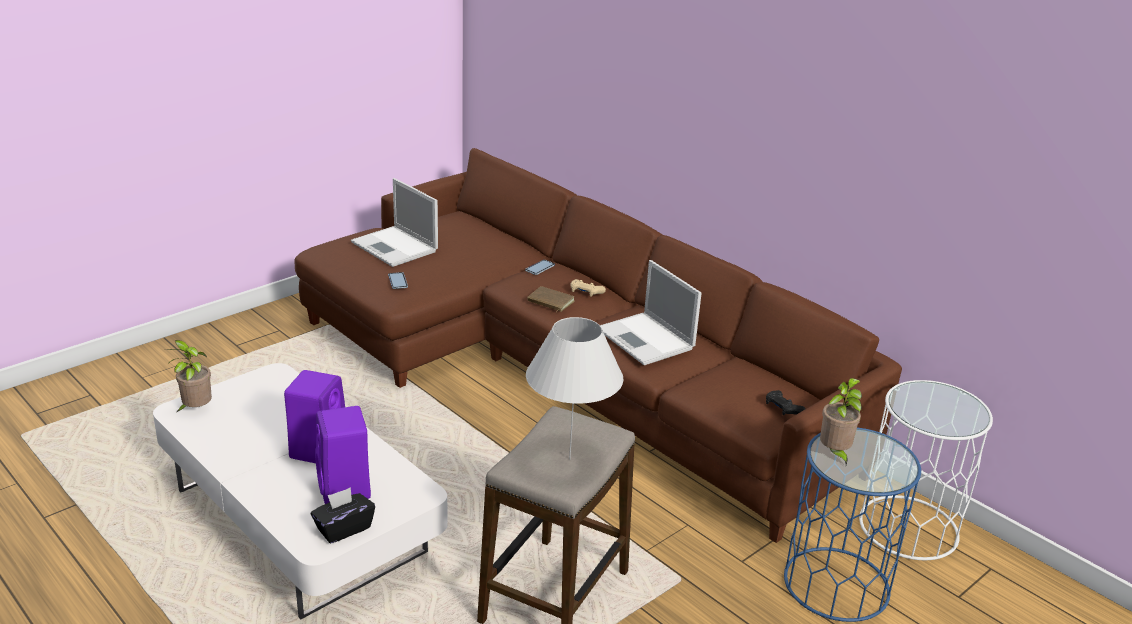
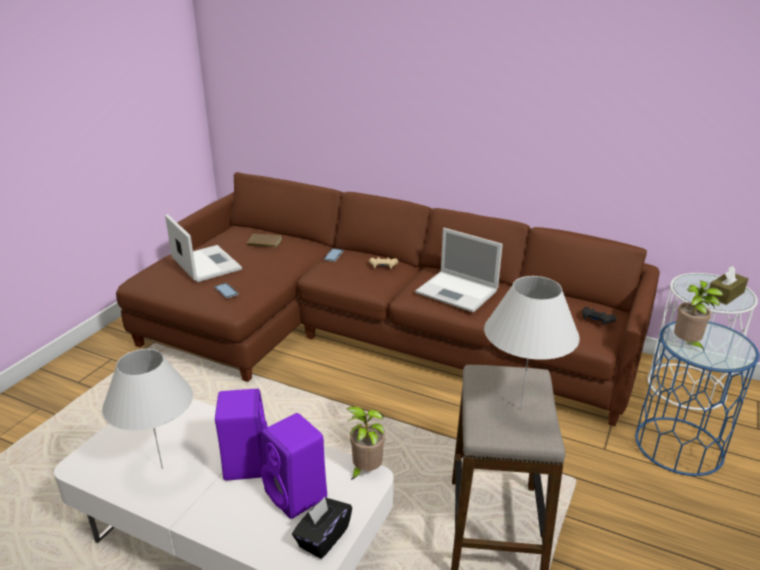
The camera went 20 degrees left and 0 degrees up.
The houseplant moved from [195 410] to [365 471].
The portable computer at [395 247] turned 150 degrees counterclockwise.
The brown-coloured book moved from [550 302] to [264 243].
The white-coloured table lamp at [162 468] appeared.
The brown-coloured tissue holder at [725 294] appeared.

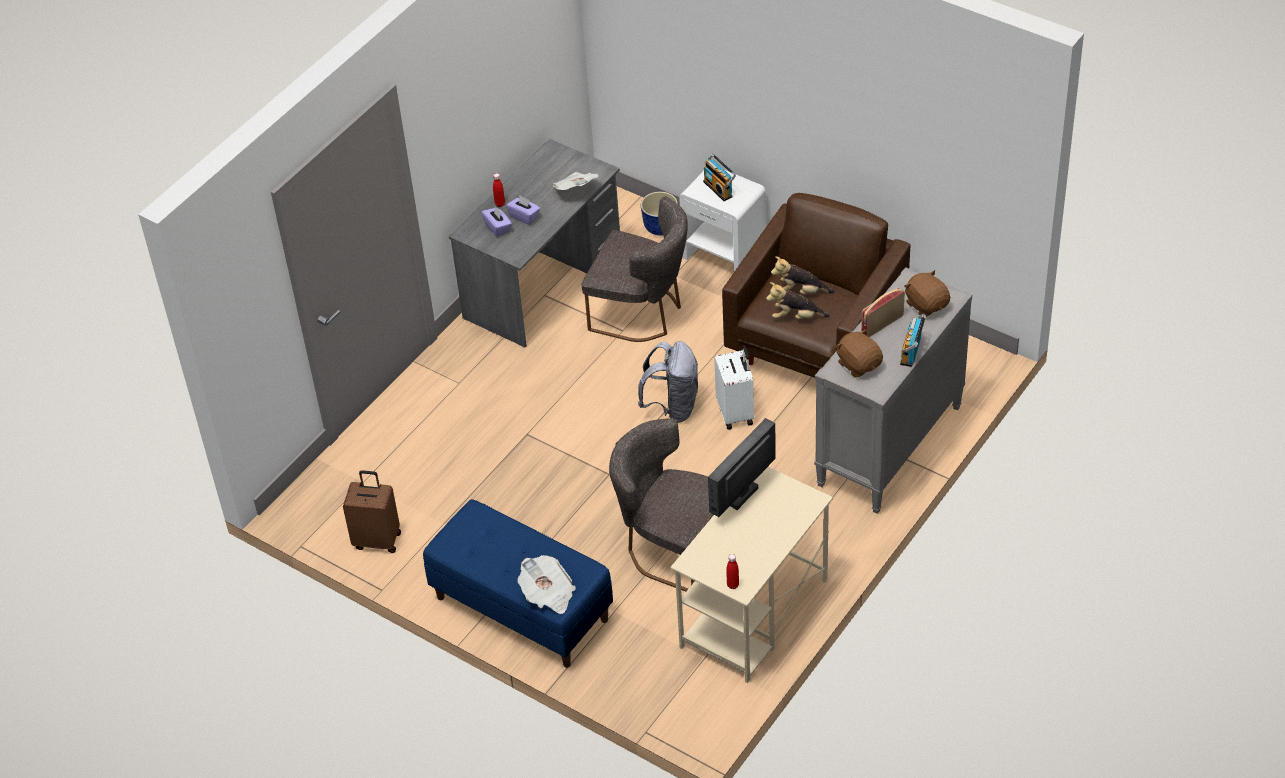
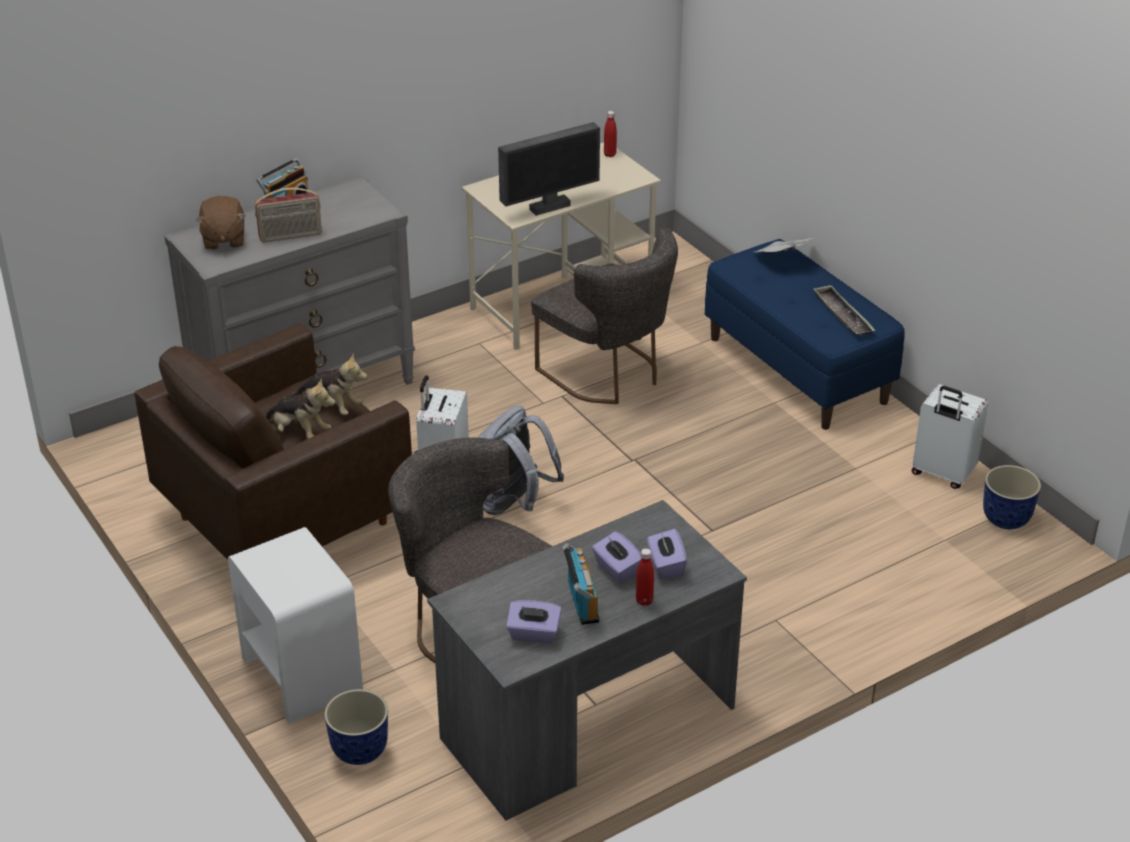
The camera went 160 degrees left and 10 degrees down.
The brown-coloured piece of luggage at [378 540] became the white-coloured piece of luggage at [942 474].
The newspaper at [576 190] disappeared.
The radio set moved from [719 188] to [580 603].
The brown-coloured cuddly toy at [859 364] disappeared.
The purple tissue holder at [533 634] appeared.
The tray at [842 315] appeared.
The planter at [1006 520] appeared.

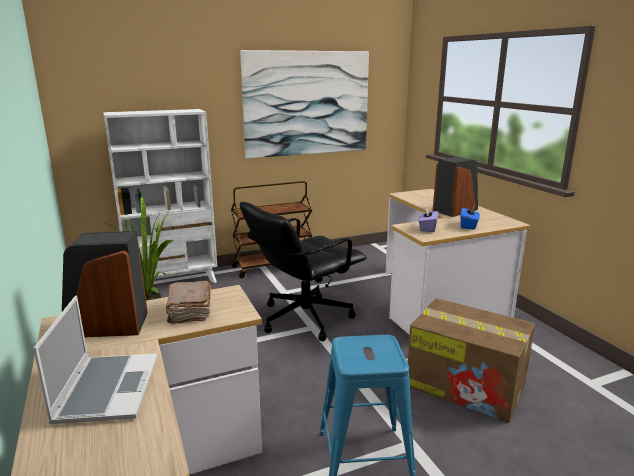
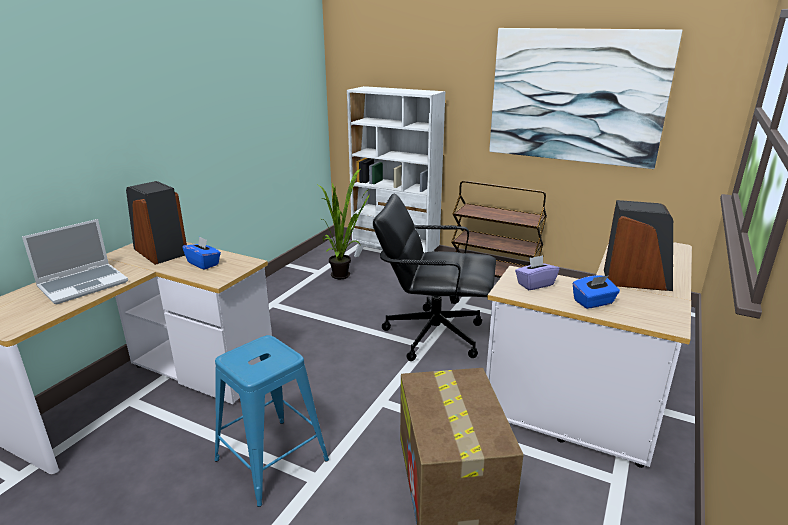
The camera went 50 degrees right and 5 degrees up.
The brown-coloured book at [189 311] was replaced by the blue-coloured tissue holder at [203 263].

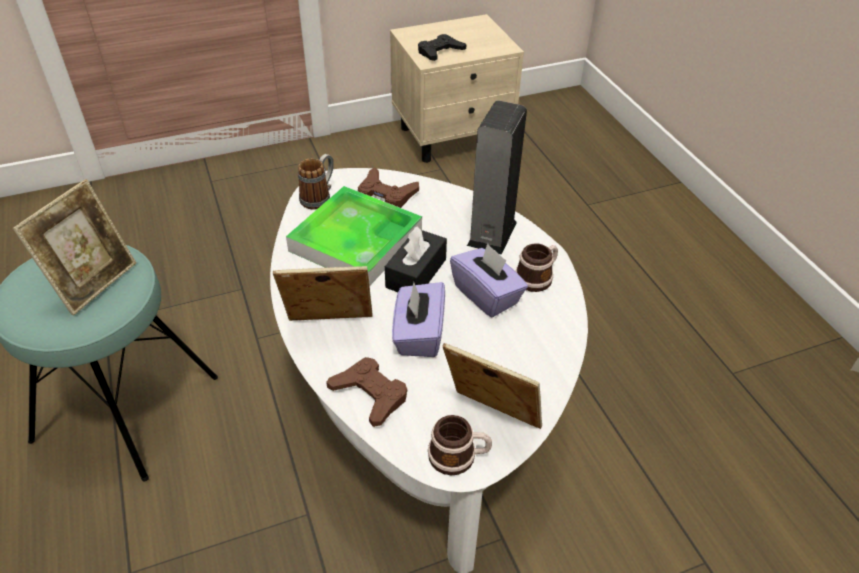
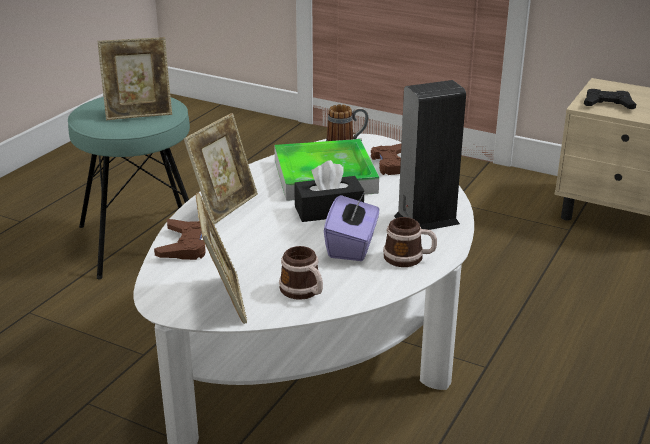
The camera went 50 degrees right and 15 degrees down.
The picture frame at [329 329] turned 75 degrees clockwise.
The purple tissue holder at [418 335] disappeared.
The mug moved from [458 456] to [304 292].

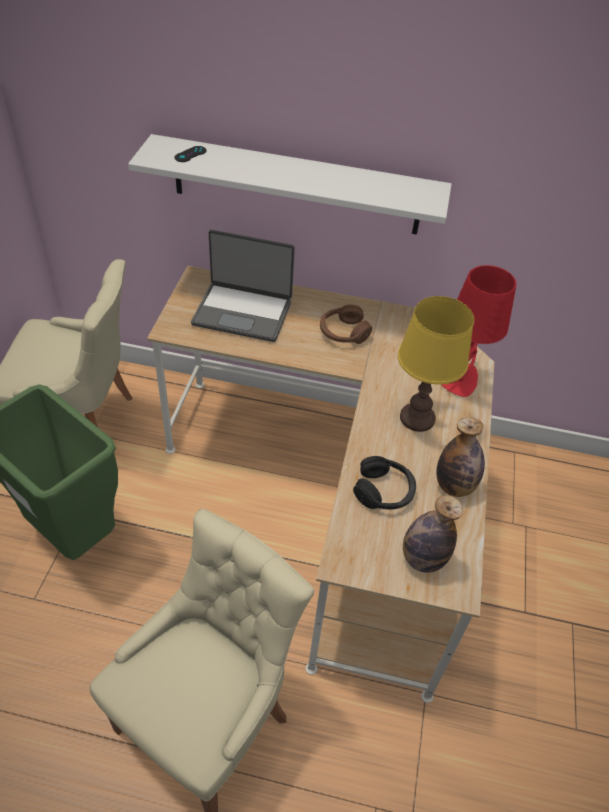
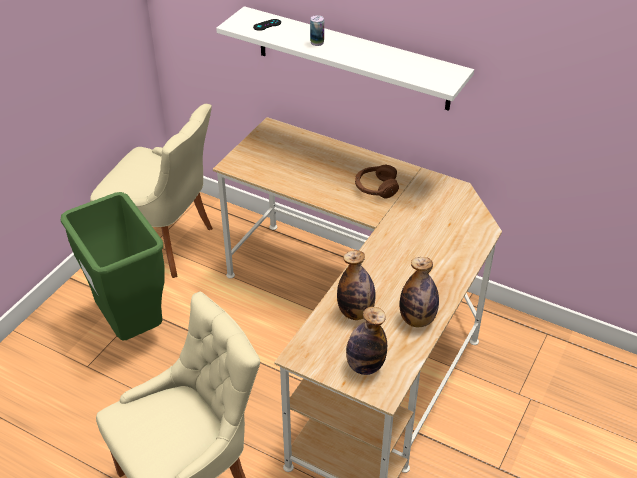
The camera went 20 degrees right and 5 degrees down.
The portable computer at [243 312] disappeared.
The blackish pair of headphones at [384 491] was replaced by the bottle at [355 312].
The yellowish table lamp at [417 418] disappeared.
The red-coloured table lamp at [459 380] disappeared.
The sealed can at [317 42] appeared.

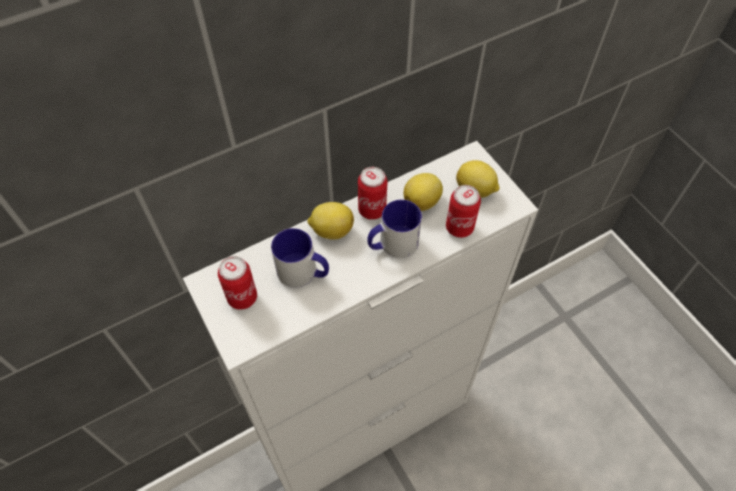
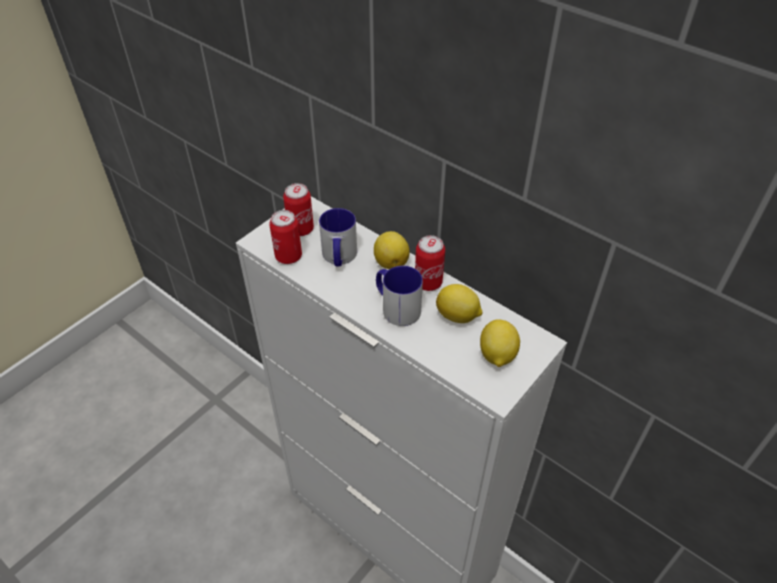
The camera went 70 degrees right and 10 degrees down.
The sealed can moved from [459 227] to [288 256].

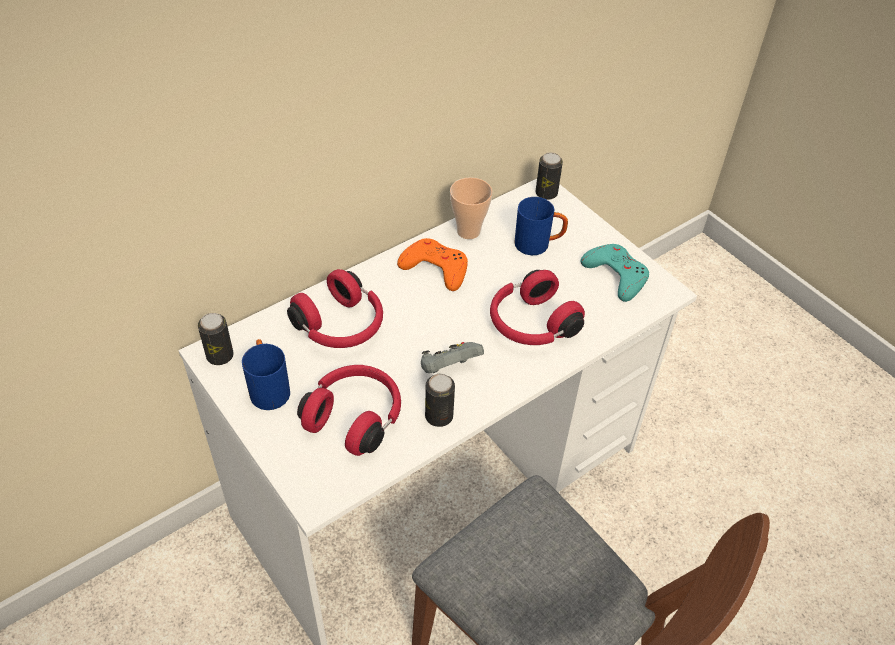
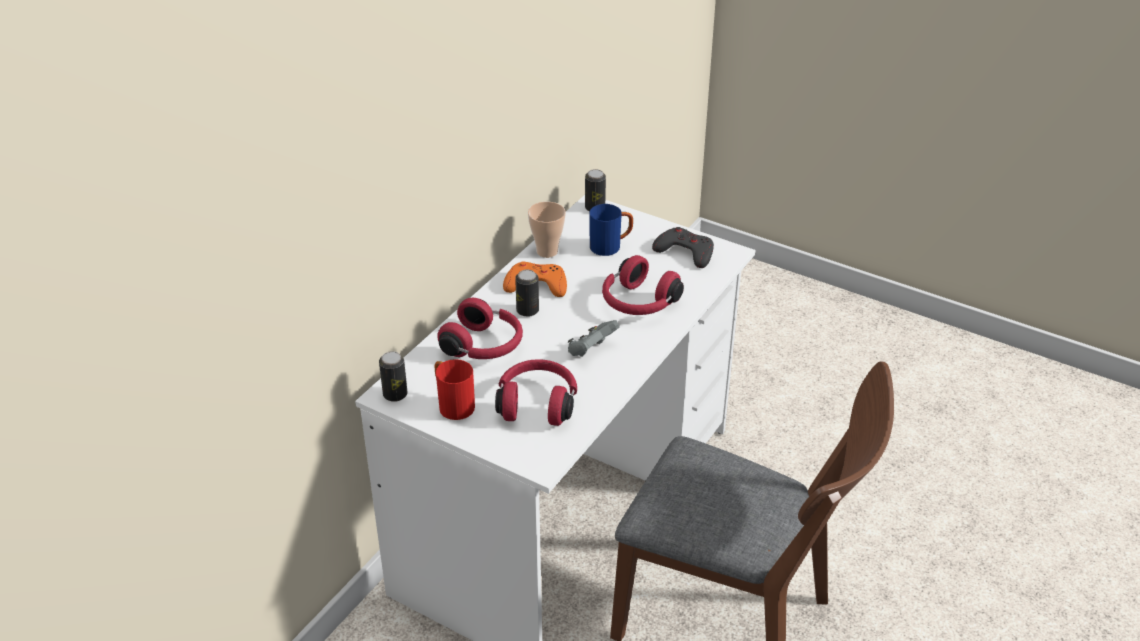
The camera went 20 degrees left and 10 degrees down.
The blue-coloured mug at [268 388] became the red-coloured mug at [452 404].
The sealed can moved from [439 416] to [527 310].
The blue-green gamepad at [616 275] became the gray gamepad at [685 252].

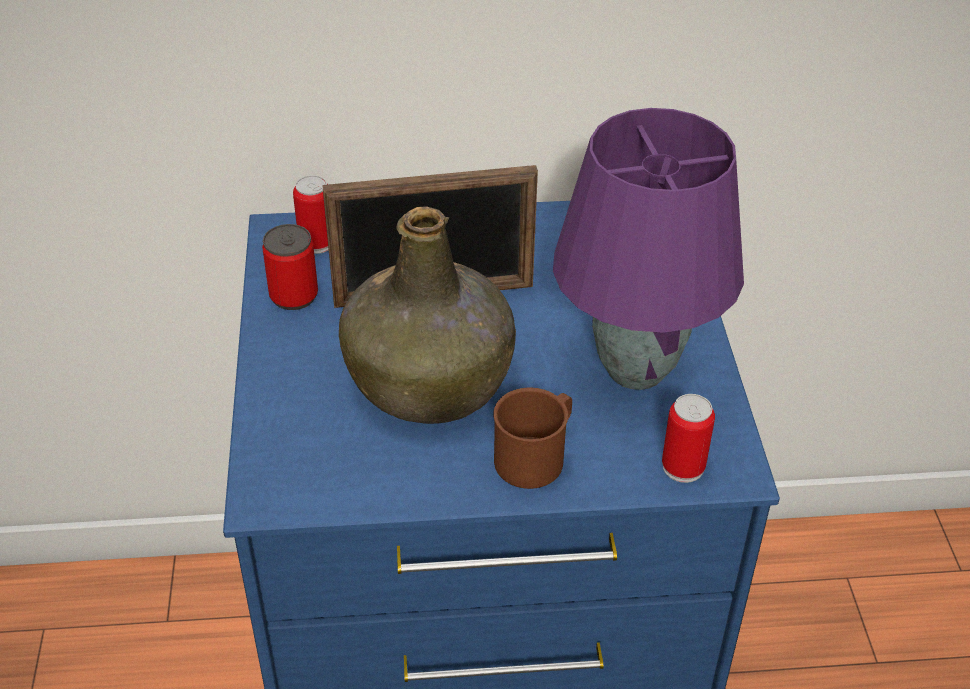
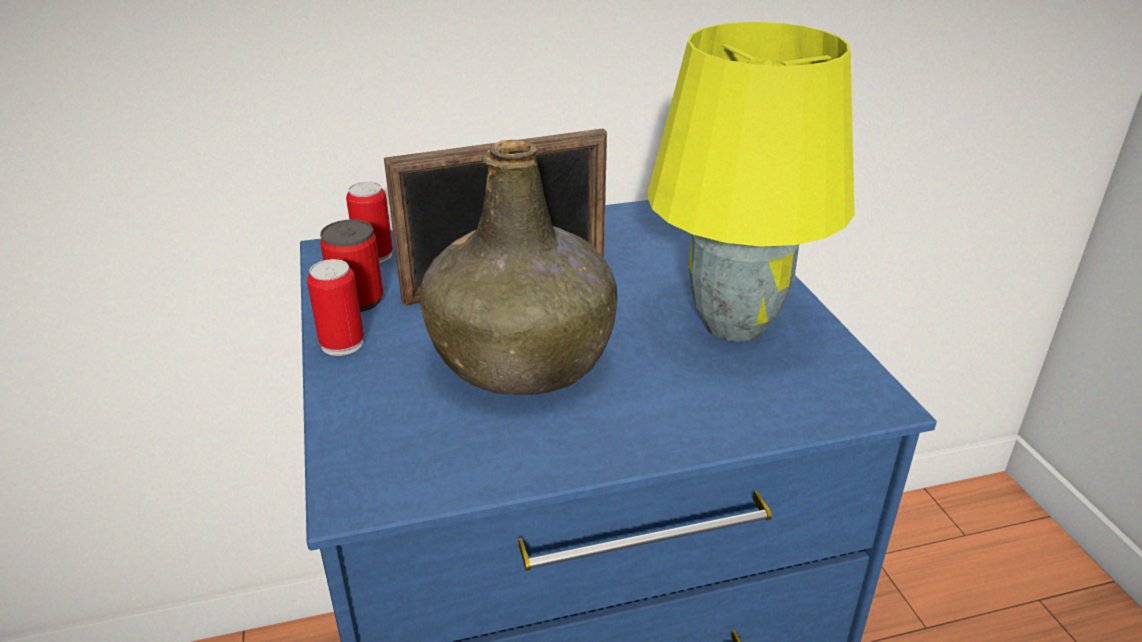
The camera went 10 degrees left and 10 degrees down.
The brown-coloured mug at [536 456] disappeared.
The purple table lamp at [635 368] became the yellowish table lamp at [733 323].
The sealed can moved from [683 467] to [342 343].

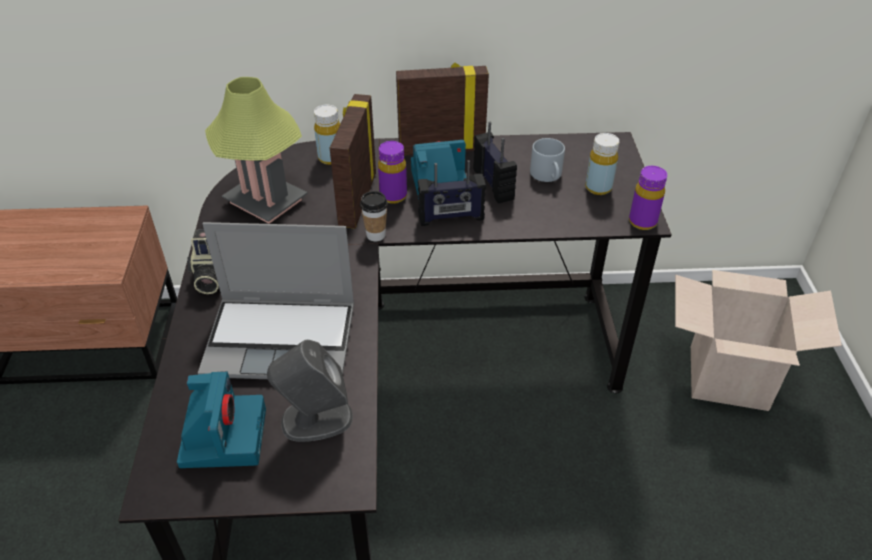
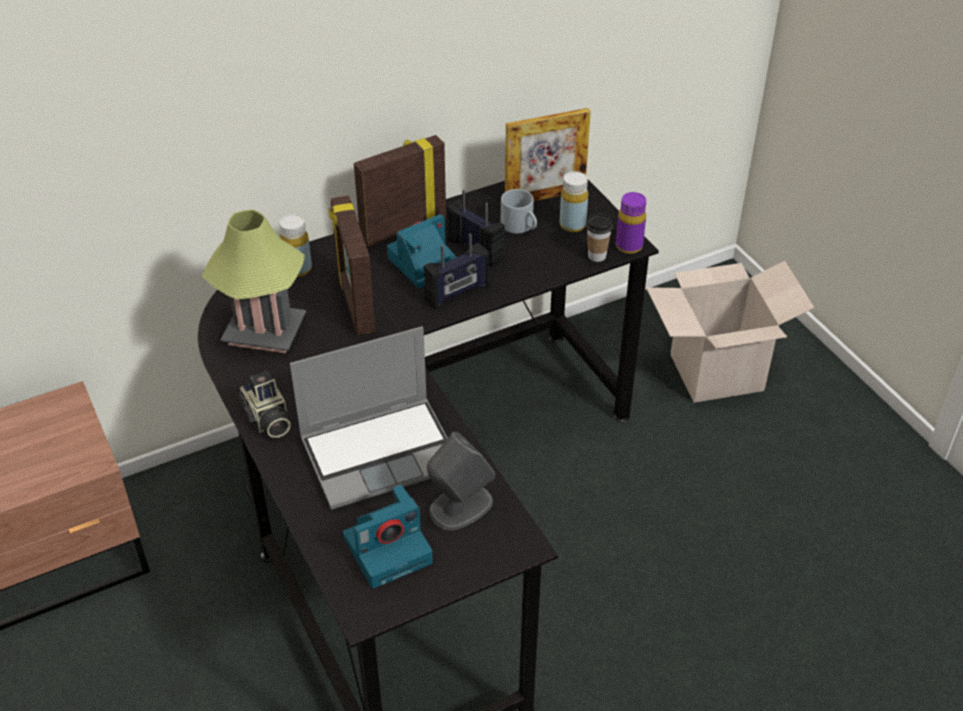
The camera went 25 degrees left and 0 degrees up.
The photo camera at [223 435] turned 90 degrees clockwise.
The drinking cup moved from [376 235] to [597 256].
The purple bottle at [393 196] disappeared.
The picture frame at [545 196] appeared.

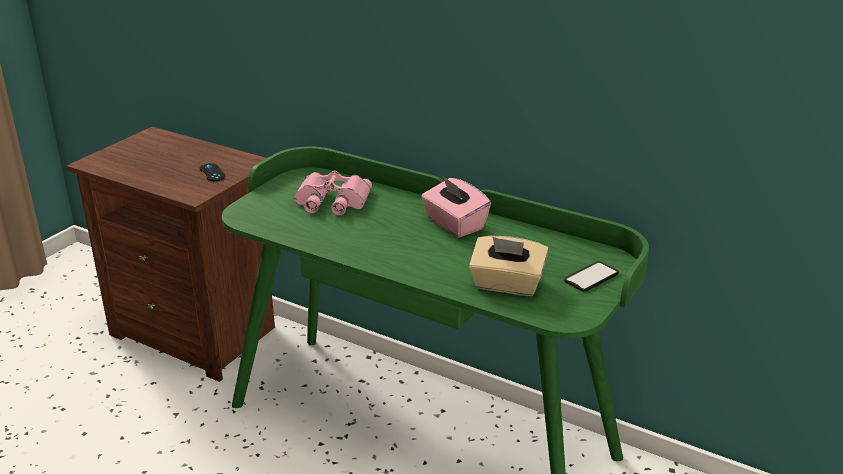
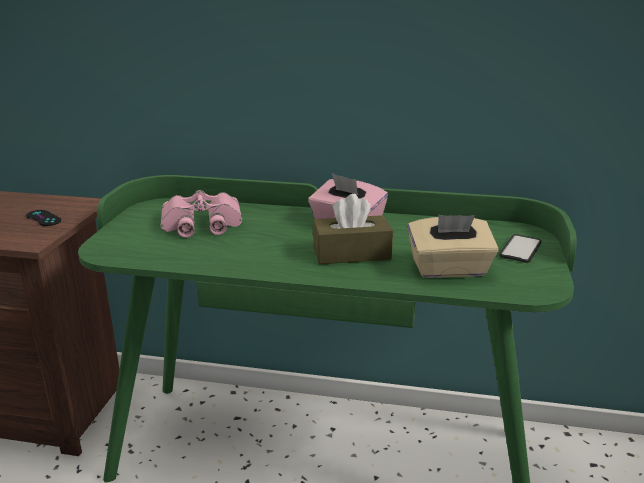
The camera went 20 degrees left and 5 degrees down.
The brown-coloured tissue holder at [351 253] appeared.

